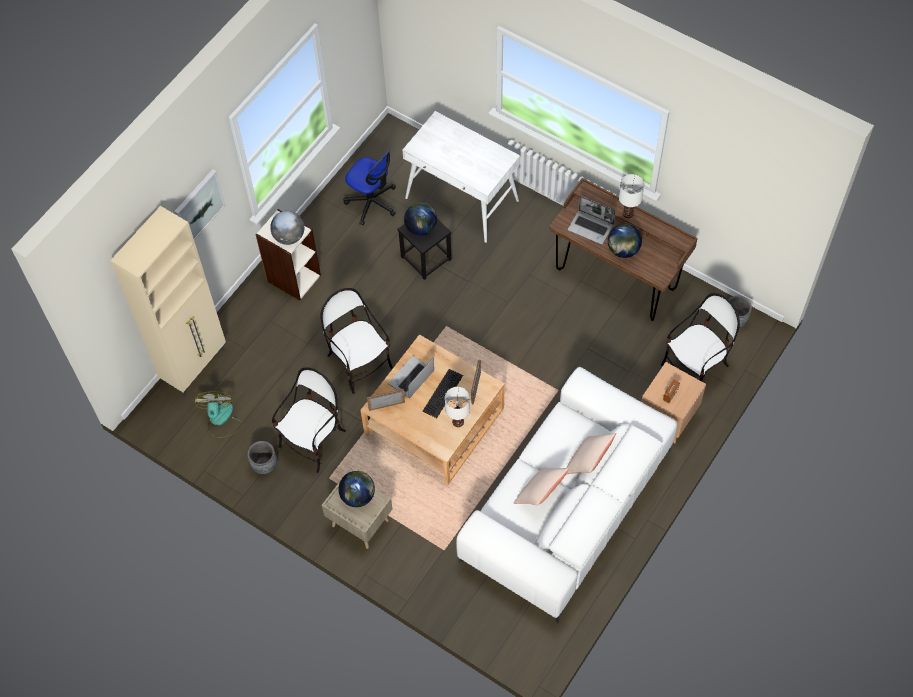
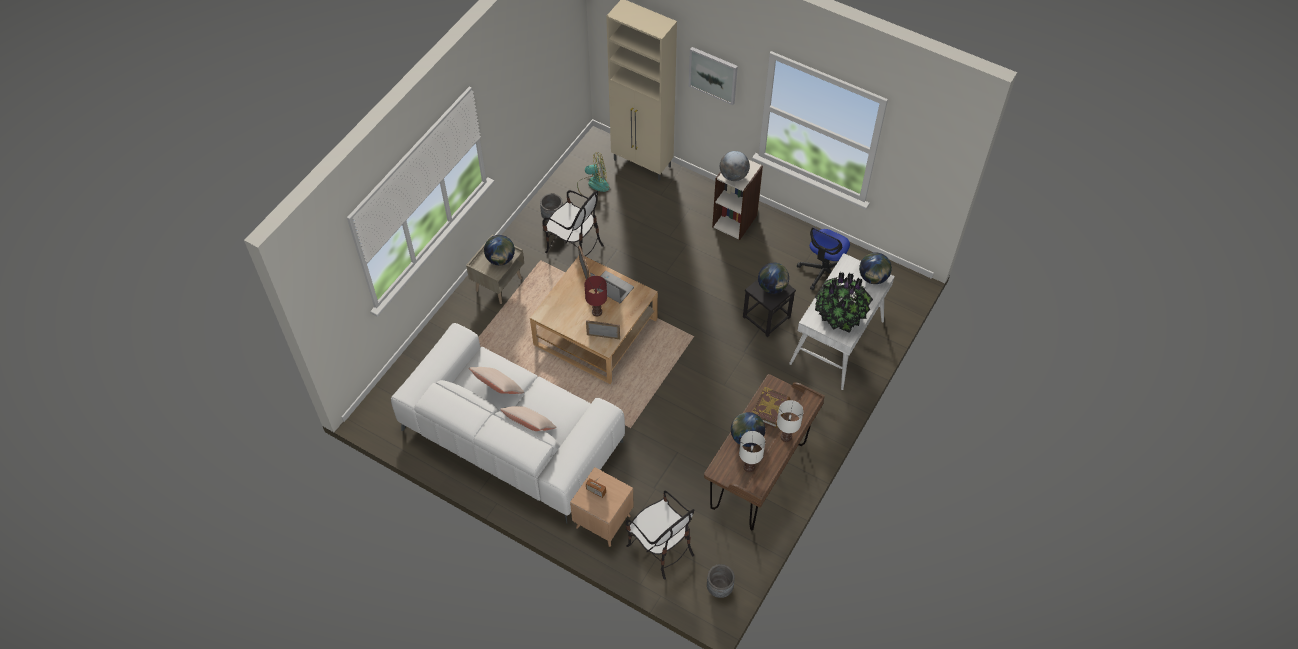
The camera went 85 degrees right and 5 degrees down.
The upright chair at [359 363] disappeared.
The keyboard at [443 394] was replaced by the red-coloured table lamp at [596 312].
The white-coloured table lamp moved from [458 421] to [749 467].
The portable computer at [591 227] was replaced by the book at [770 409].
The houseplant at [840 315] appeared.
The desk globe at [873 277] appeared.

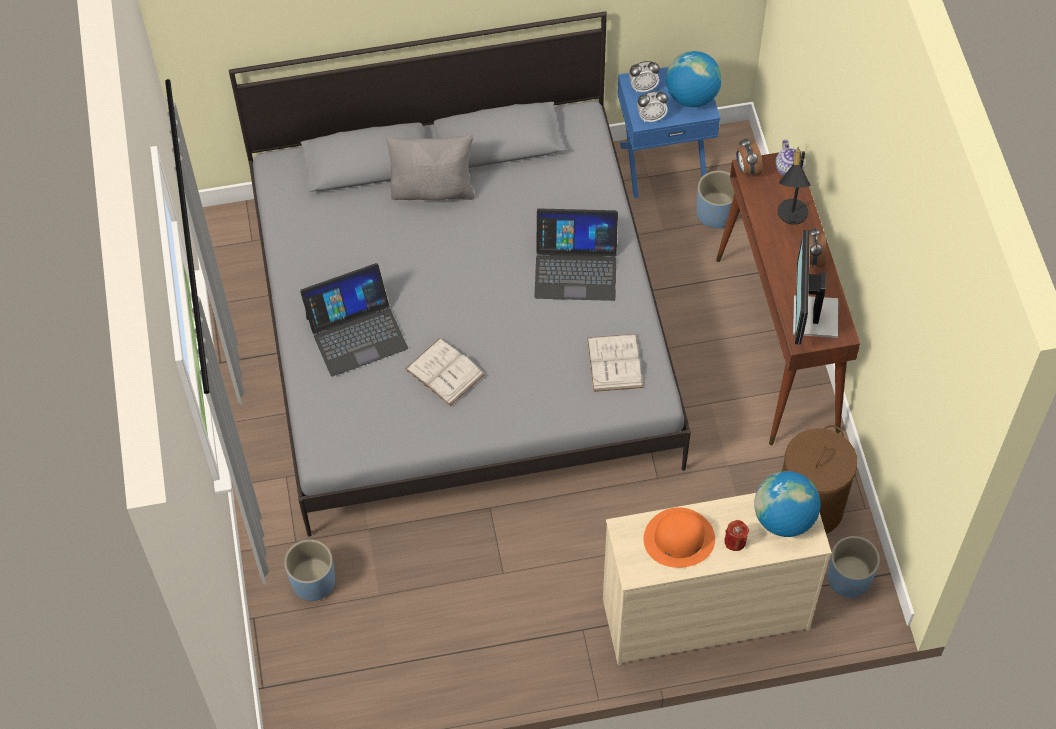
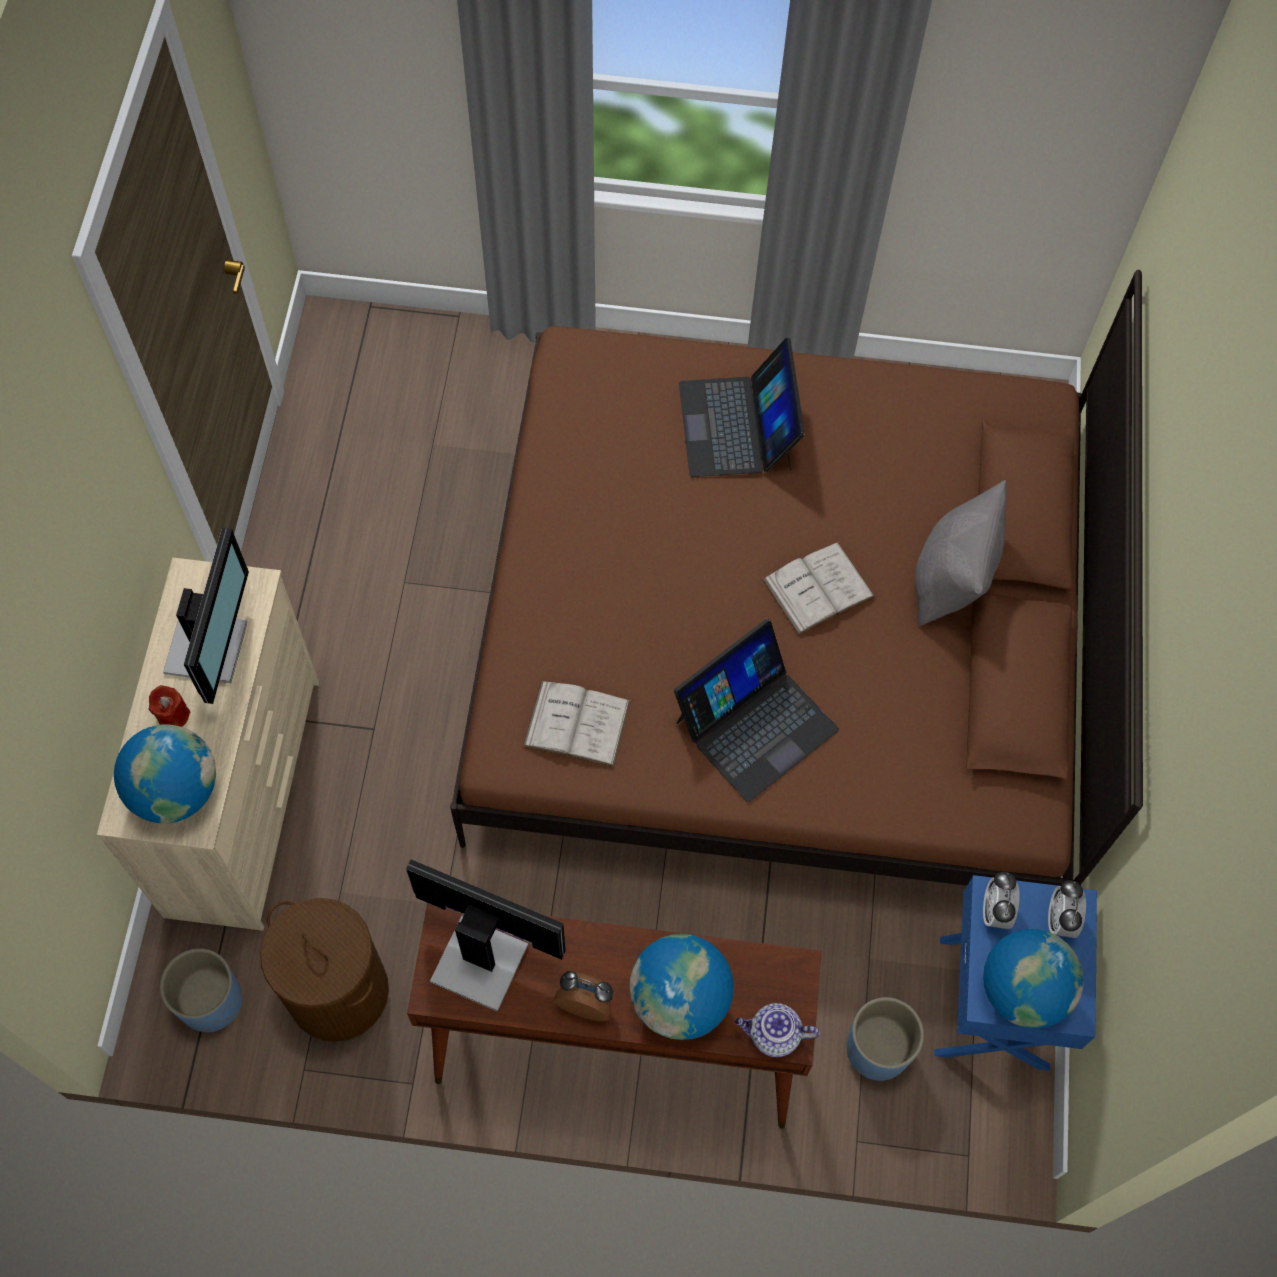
The camera went 105 degrees right and 5 degrees up.
The gray bedroom bed at [463 329] became the brown-coloured bedroom bed at [779 638].
The blue-coloured planter at [313 581] disappeared.
The white-coloured book moved from [444 372] to [818 588].
The portable computer at [576 267] turned 150 degrees counterclockwise.
The orangey wearable hat at [679 539] was replaced by the monitor at [210 647].
The bedside clock at [747 169] disappeared.
The blackish table lamp at [790 216] was replaced by the desk globe at [680 1000].

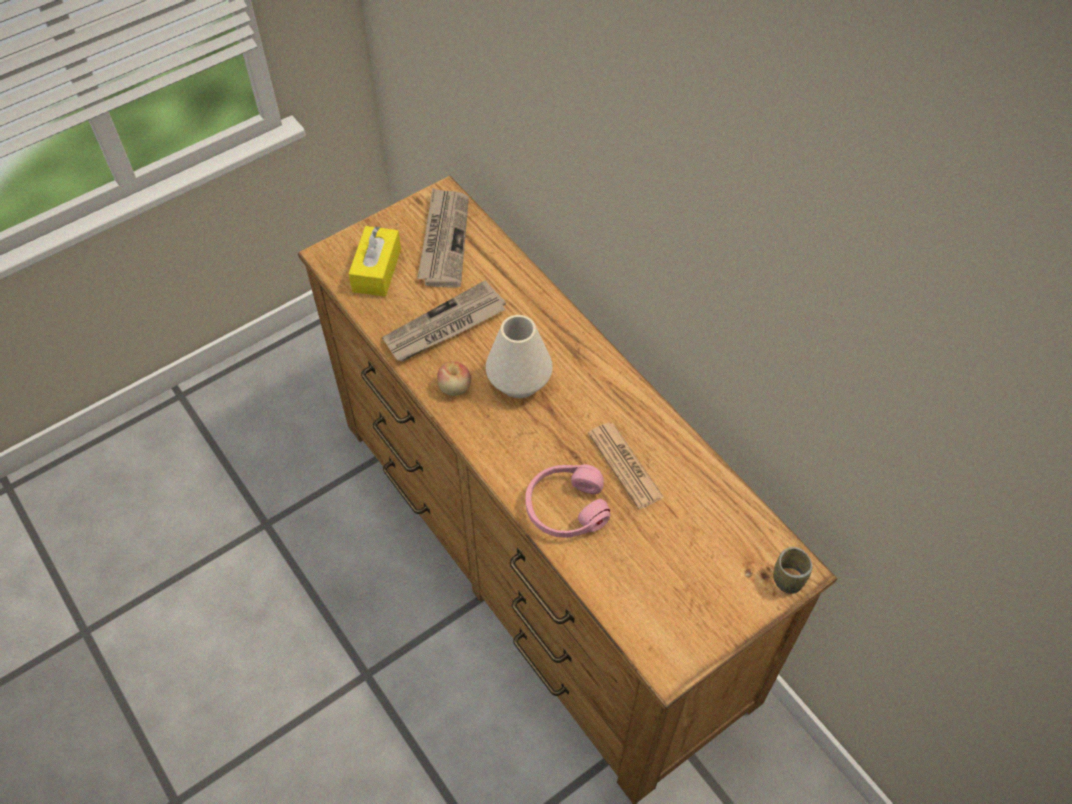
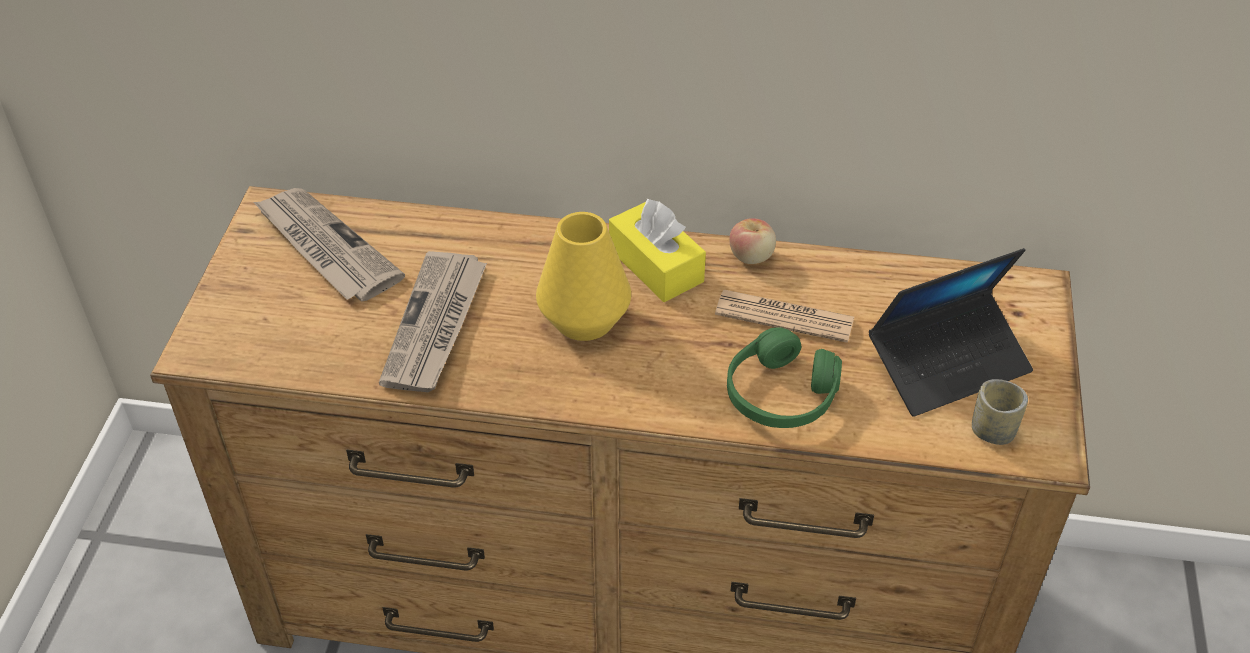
The camera went 45 degrees left and 10 degrees down.
The yellowish tissue holder moved from [377 270] to [656 265].
The whole apple moved from [455 388] to [752 256].
The white-coloured vase at [519 381] became the yellowish vase at [584 319].
The pink-coloured pair of headphones at [566 507] became the green-coloured pair of headphones at [780 394].
The drinking cup moved from [788 580] to [992 431].
The portable computer at [948 363] appeared.

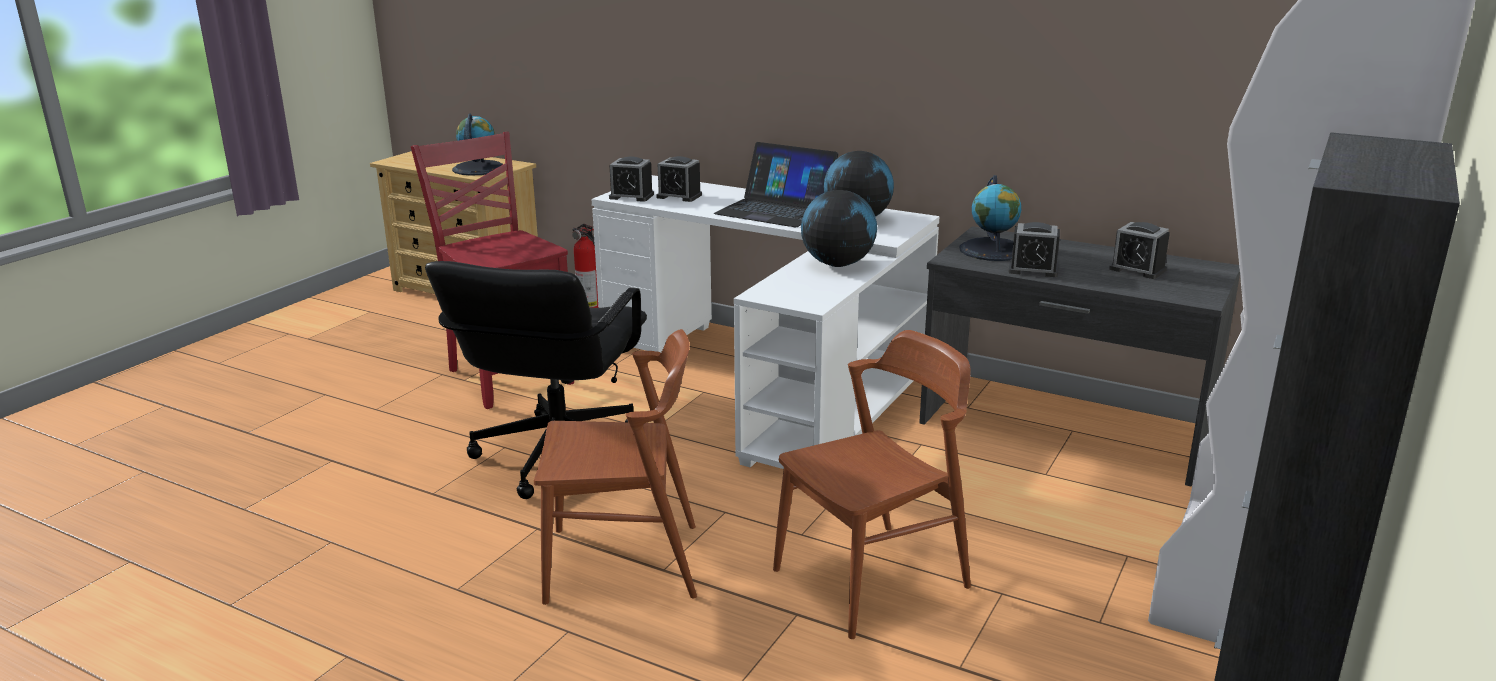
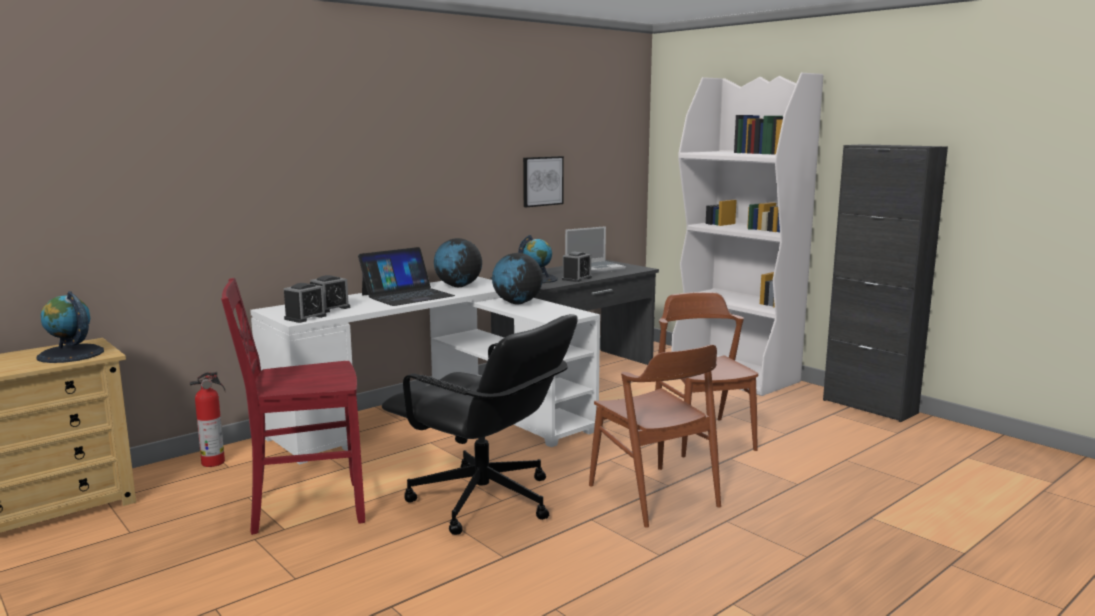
The camera went 70 degrees left and 10 degrees down.
The brown-coloured upright chair at [623 562] turned 135 degrees clockwise.
The bedside clock at [1137 269] was replaced by the portable computer at [595 268].
The wall art at [542 181] appeared.

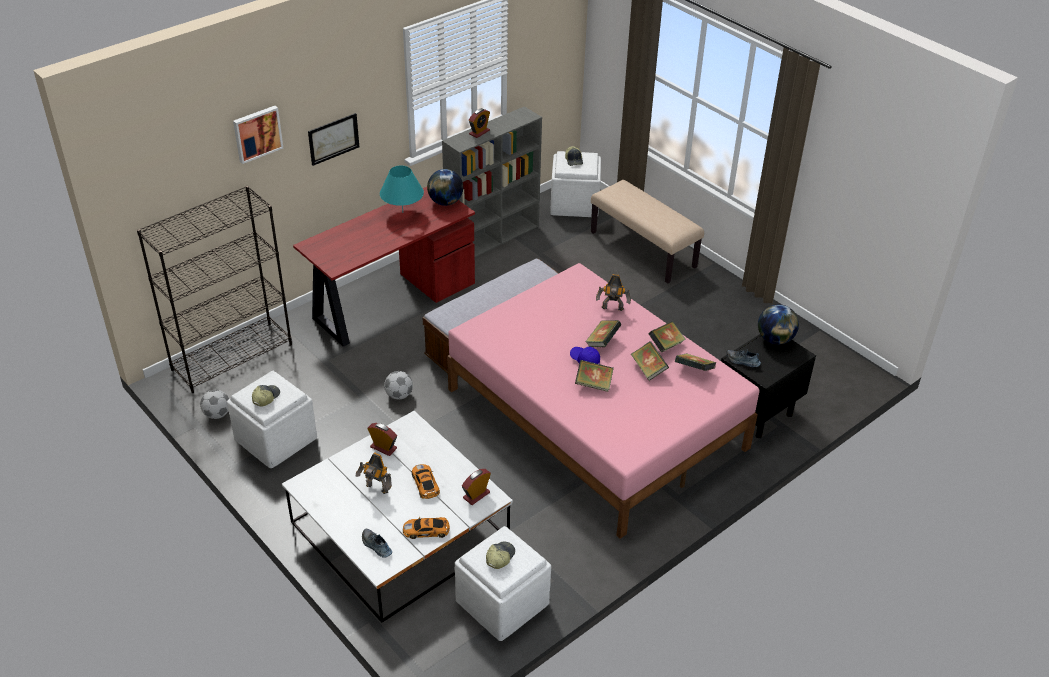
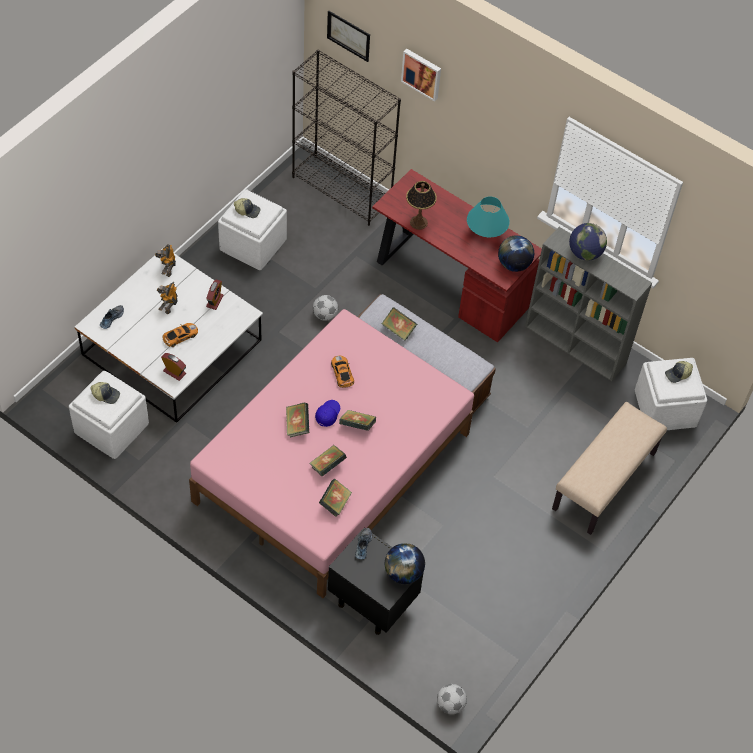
The camera went 75 degrees right and 15 degrees up.
The football ball moved from [217 414] to [450 704].
The wall art moved from [333 139] to [348 35].
The miniature car moved from [427 530] to [342 374].
The bedside clock at [479 132] was replaced by the desk globe at [585 253].
The model robot moved from [612 309] to [167 269].
The book moved from [666 345] to [398 330].
The table lamp at [418 223] appeared.

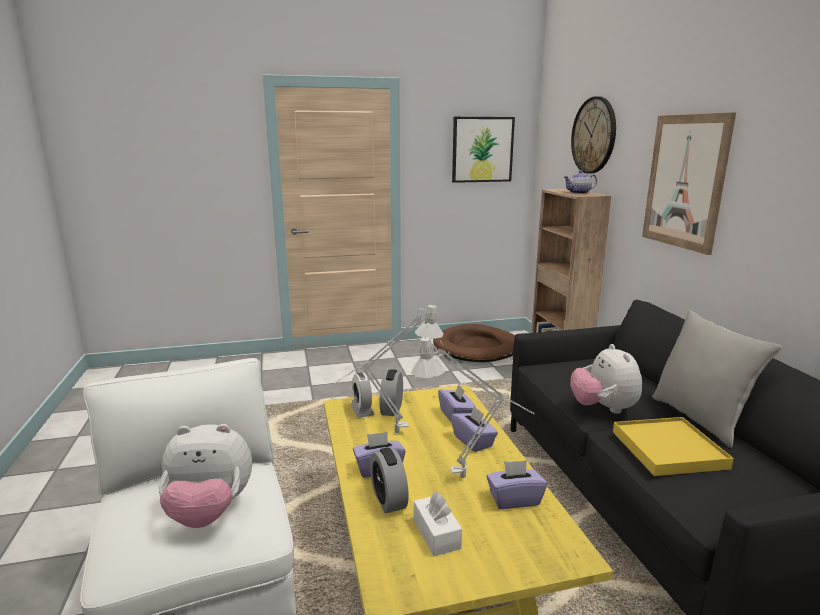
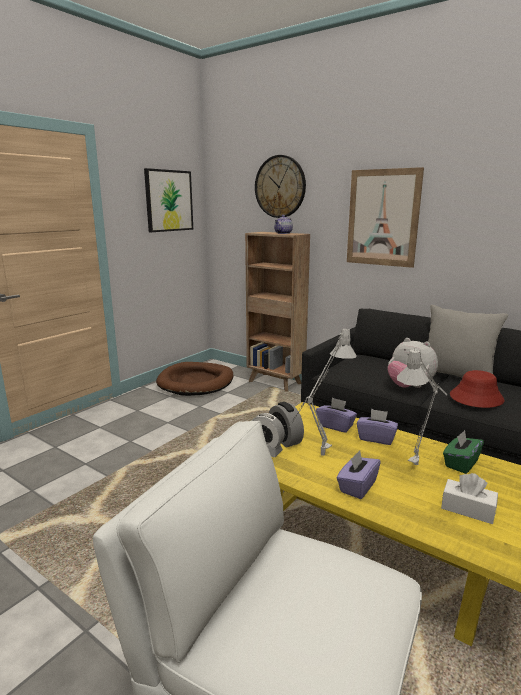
The camera went 40 degrees left and 0 degrees up.
The cuddly toy at [209 512] disappeared.
The bedside clock at [388 499] disappeared.
The purple tissue holder at [514 499] became the green-coloured tissue holder at [460 463].
The yellowish tray at [668 449] was replaced by the red-coloured wearable hat at [476 398].

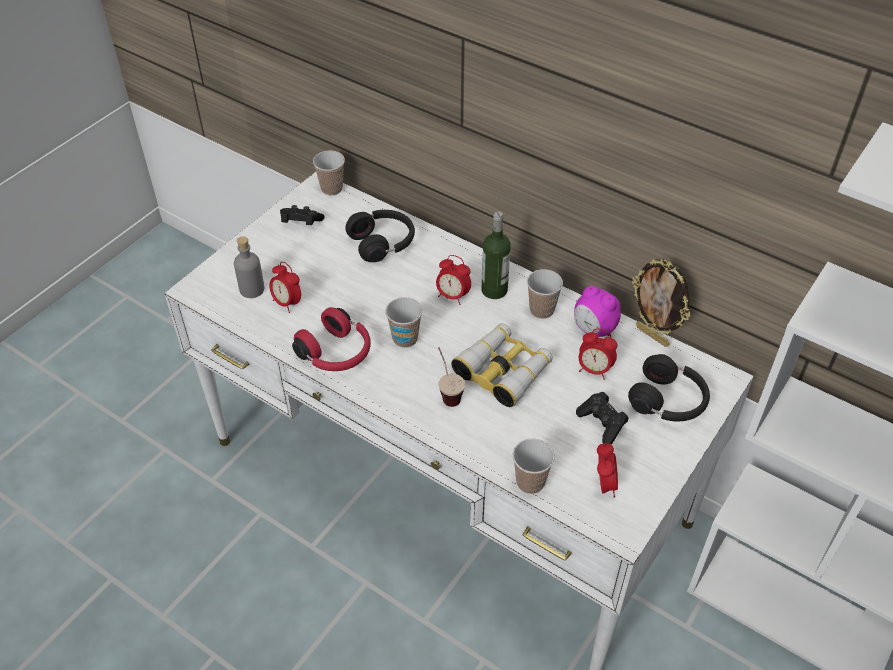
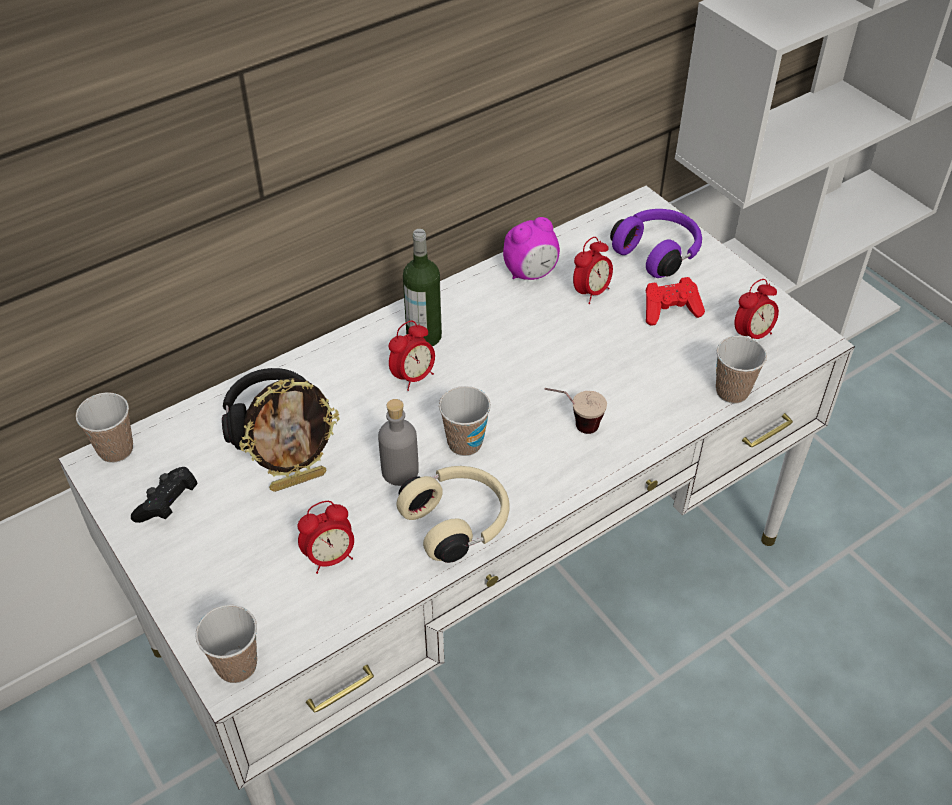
The camera went 70 degrees left and 0 degrees up.
The gray bottle moved from [252 289] to [400 471].
The red-coloured pair of headphones at [336 353] became the beige pair of headphones at [458 522].
The binoculars at [503 370] disappeared.
The drinking cup moved from [541 310] to [237 665].
The blackish gamepad at [602 424] became the red-coloured gamepad at [670 310].
The bedside clock at [604 484] turned 120 degrees clockwise.
The blackish pair of headphones at [668 402] became the purple pair of headphones at [658 252].
The picture frame moved from [653 335] to [298 480].

